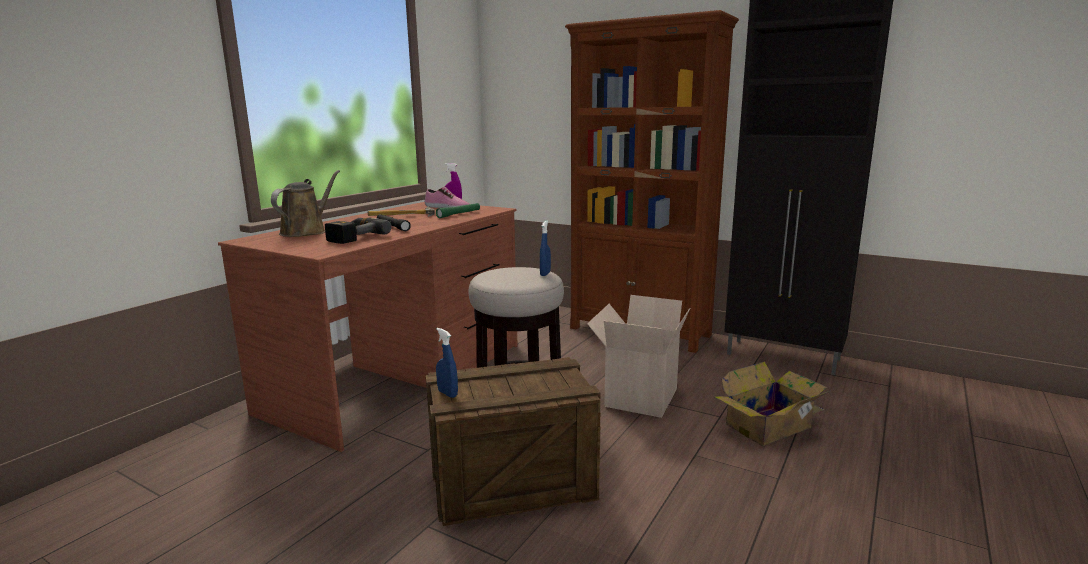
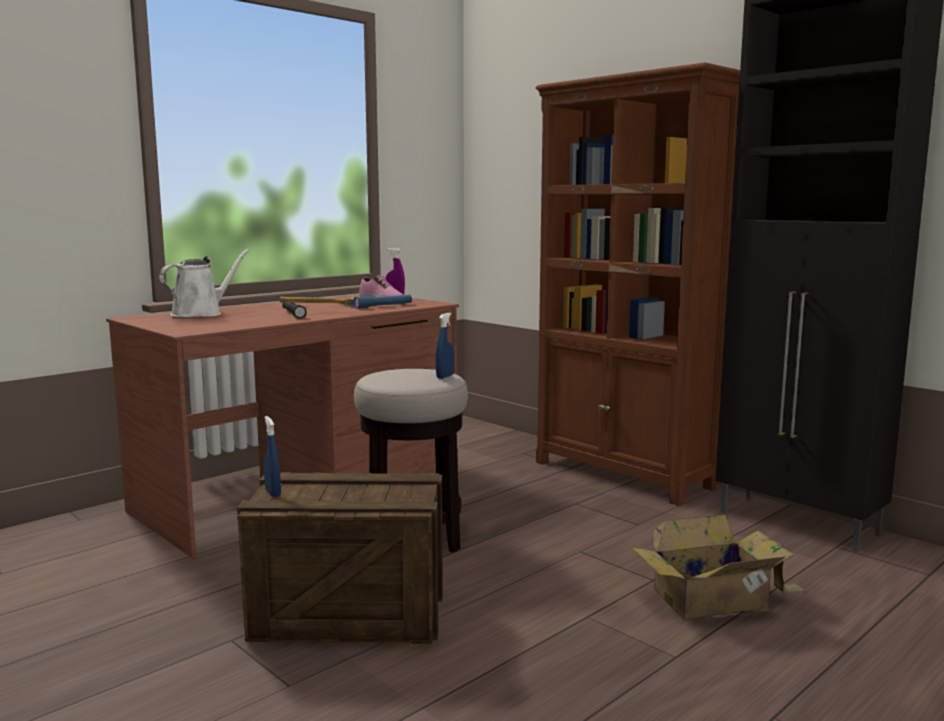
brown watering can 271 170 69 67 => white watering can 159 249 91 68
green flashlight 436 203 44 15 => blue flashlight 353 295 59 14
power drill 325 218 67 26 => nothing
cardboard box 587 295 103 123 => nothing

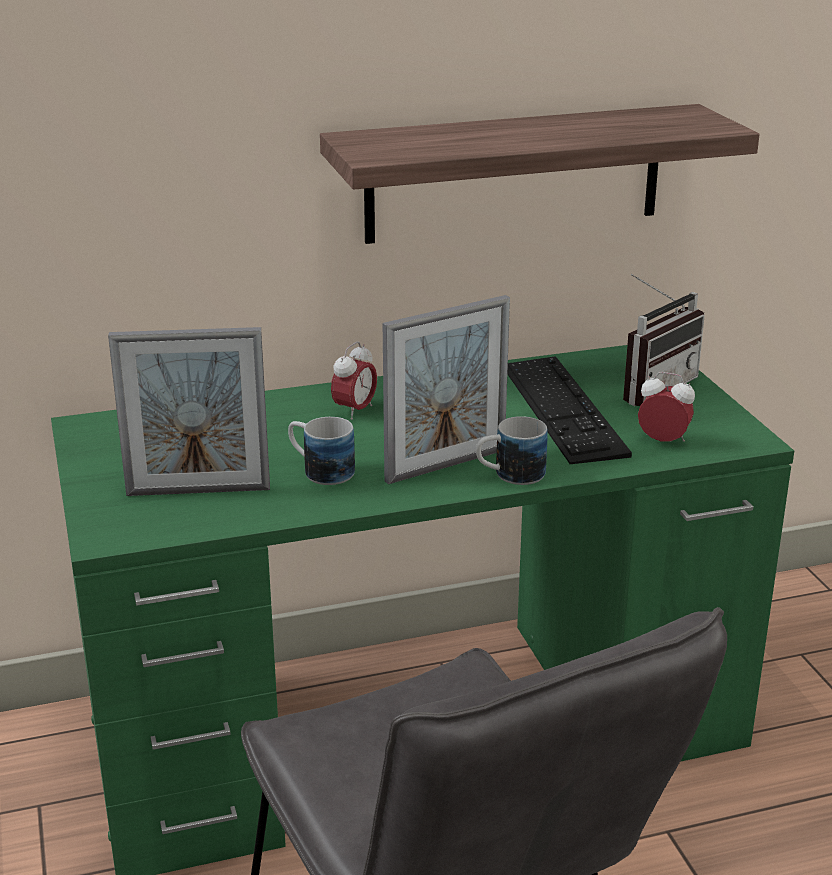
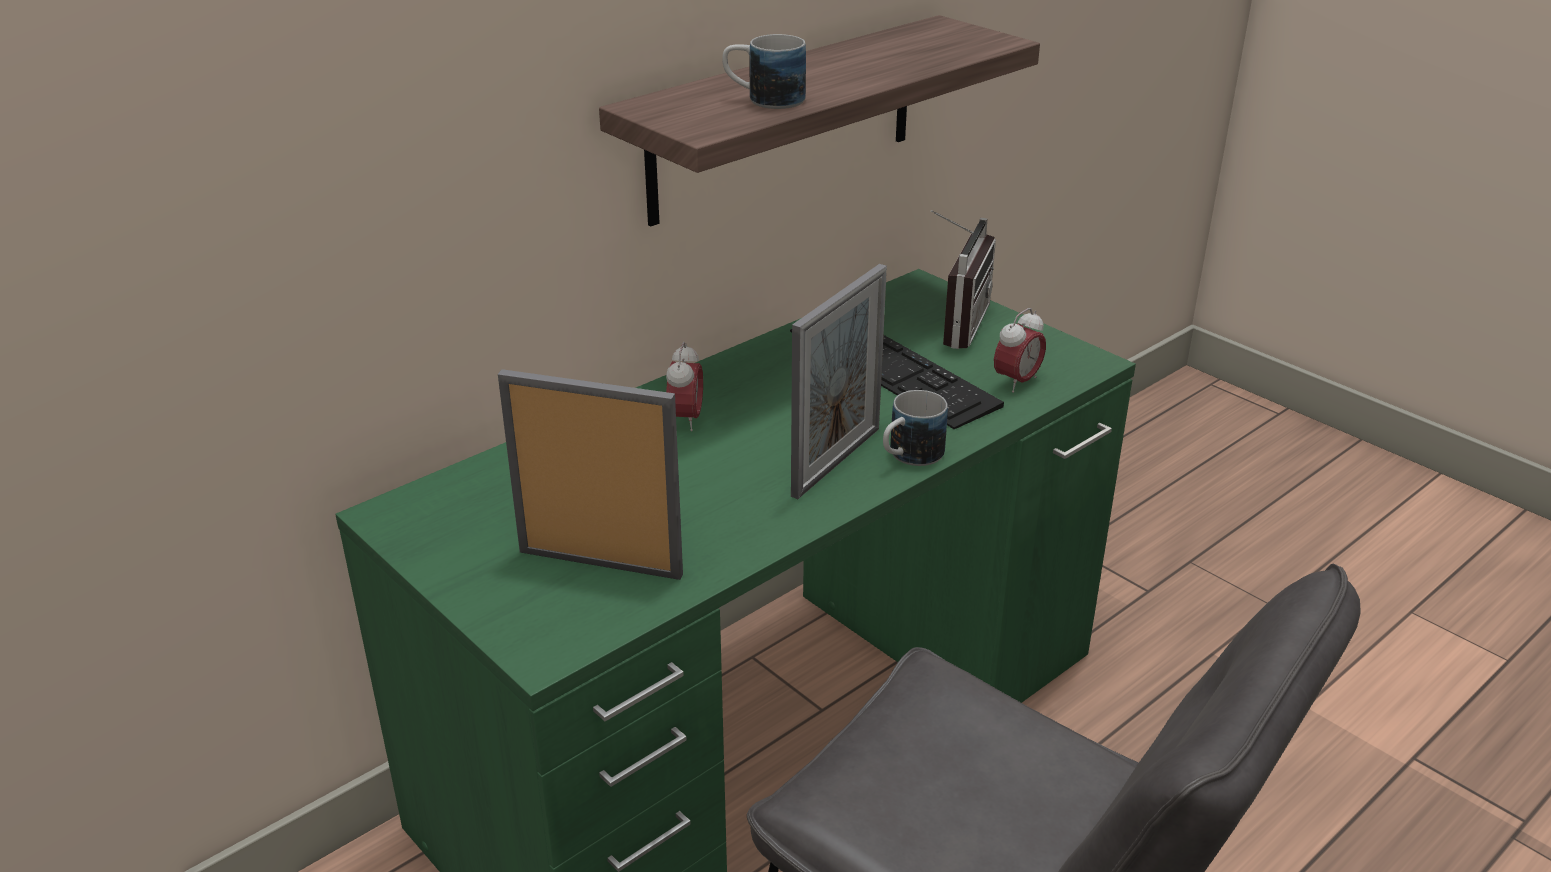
picture frame 108 327 162 169 => picture frame 498 369 185 211, 135 degrees counterclockwise
mug 288 417 67 68 => mug 722 34 84 75, shifted
alarm clock 638 372 57 70 => alarm clock 994 308 52 85, 135 degrees clockwise

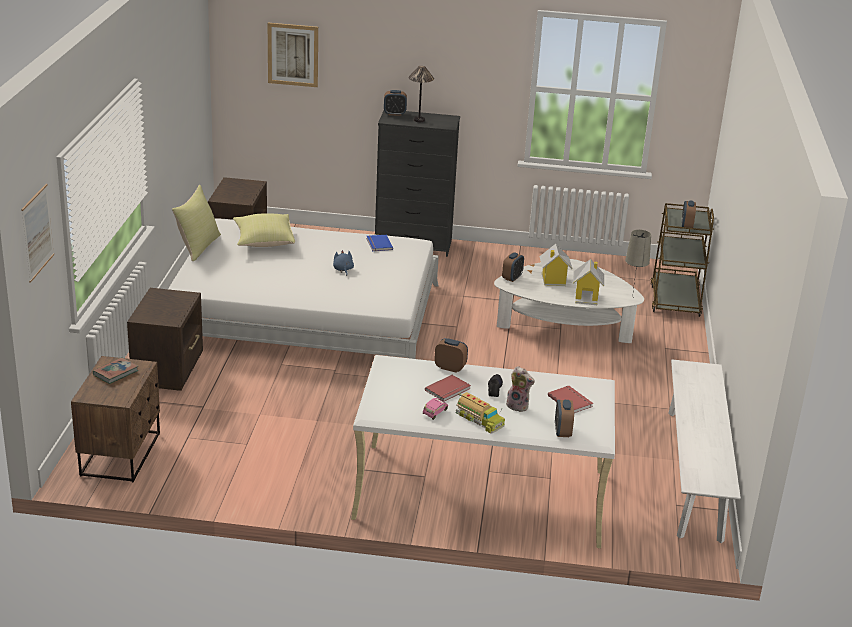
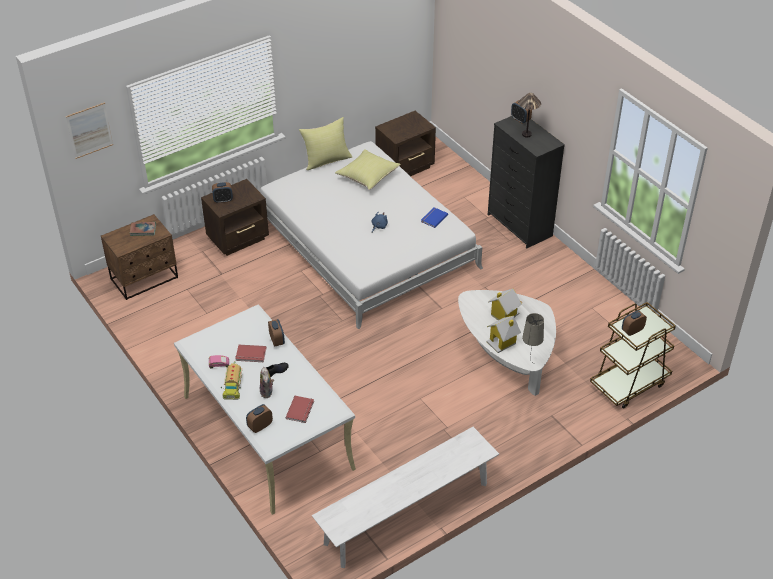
alarm clock 502 252 22 30 => alarm clock 212 182 21 21, shifted
picture 268 23 50 64 => nothing

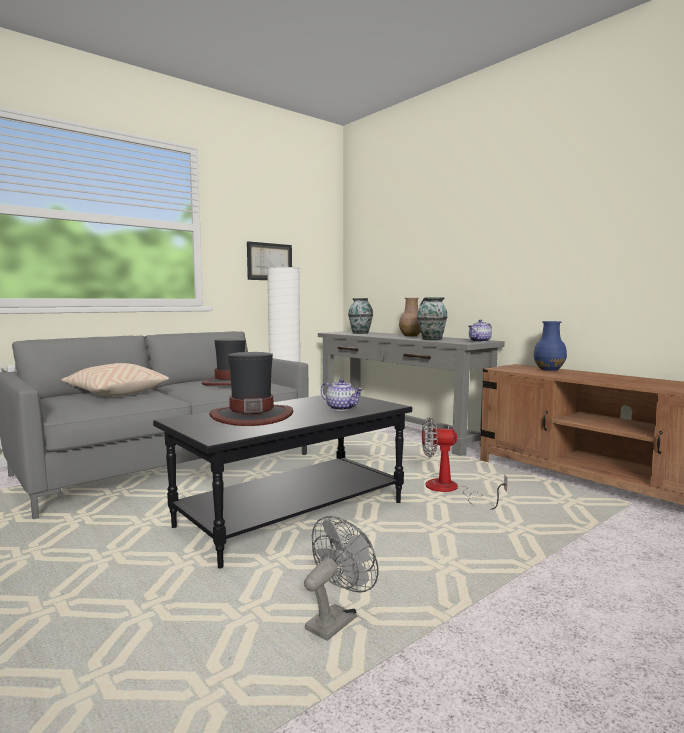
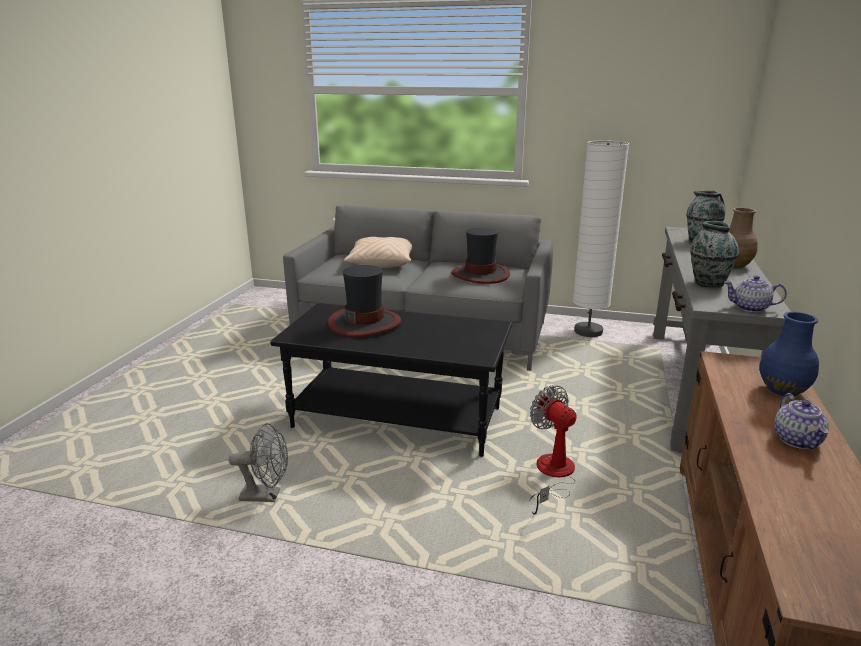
teapot 321 378 42 33 => teapot 774 393 55 56, shifted
picture 247 241 45 39 => nothing

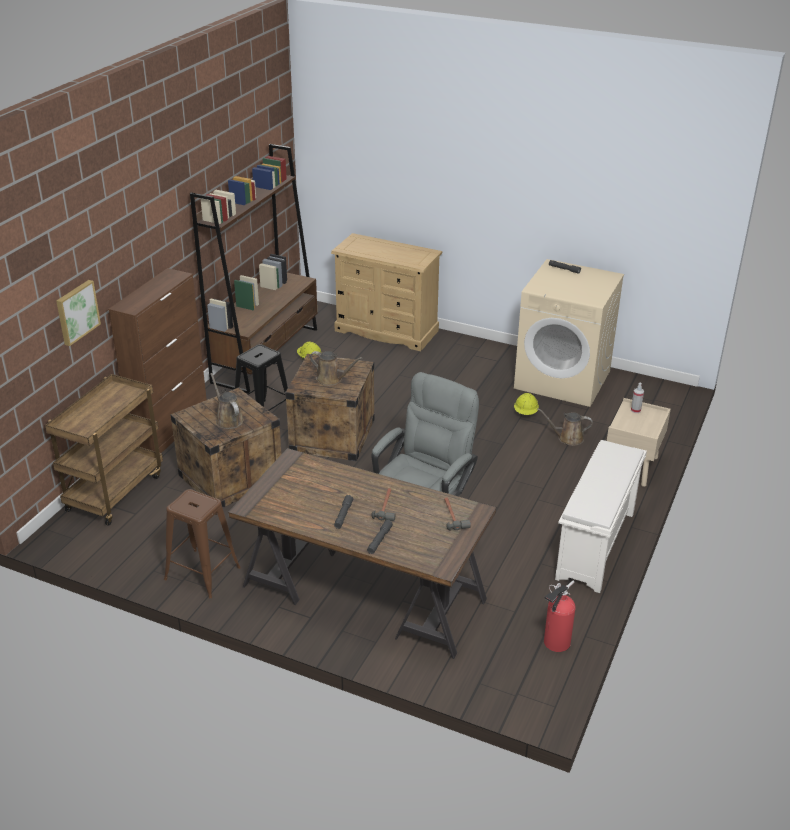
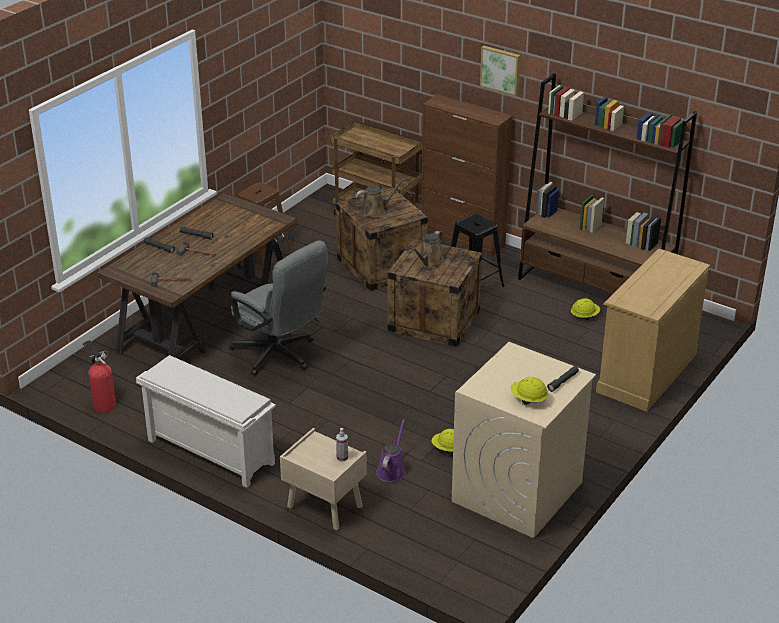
brown watering can 537 408 55 38 => purple watering can 376 420 29 62
picture 56 280 45 66 => picture 480 46 41 50, shifted
nothing => yellow hard hat 511 377 38 28

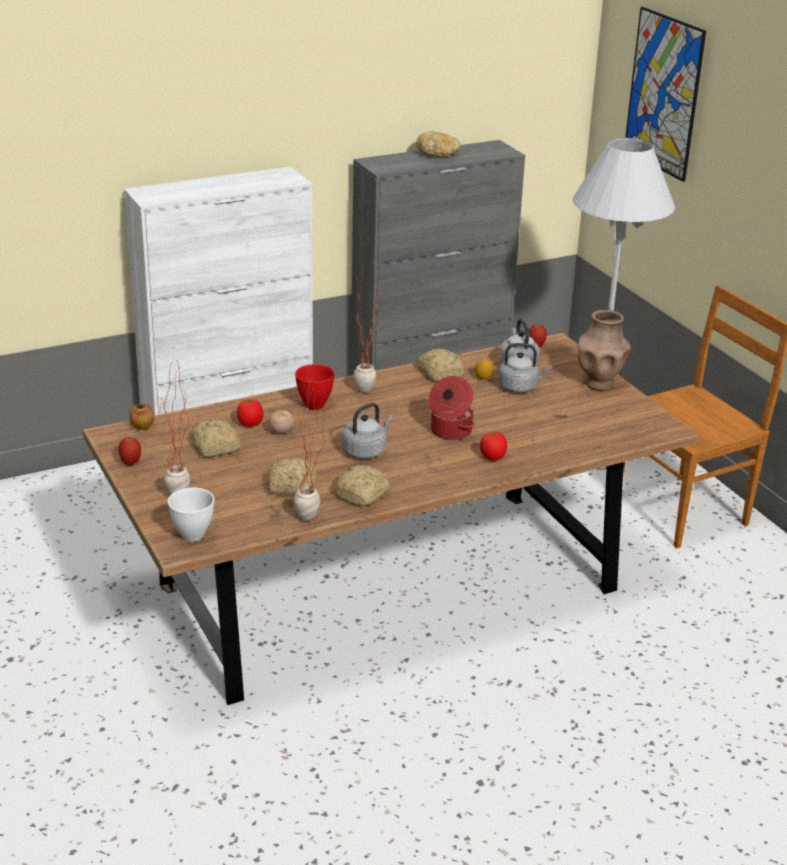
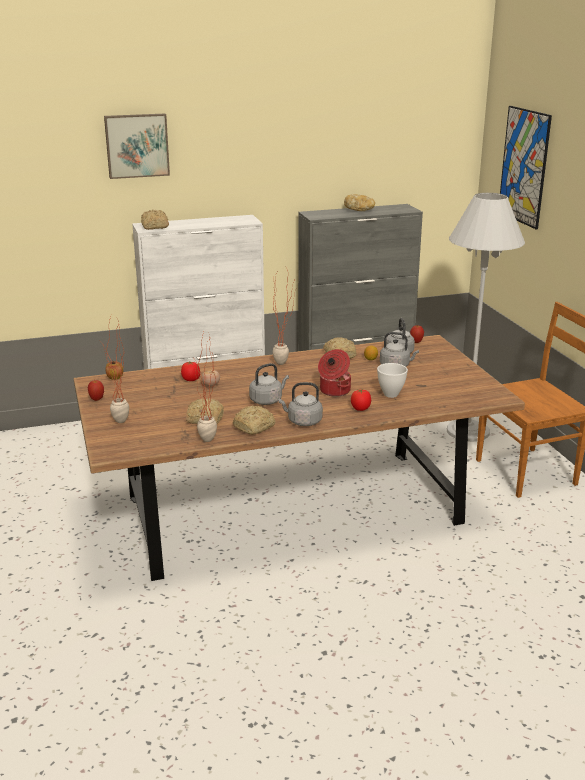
nothing => picture 104 113 66 66
bread 192 419 50 38 => bread 141 210 28 20, shifted
nothing => grey kettle 279 382 44 44
white bowl 168 488 46 54 => white bowl 377 363 31 35, shifted
red bowl 295 364 40 46 => nothing
brown vase 578 310 53 81 => nothing

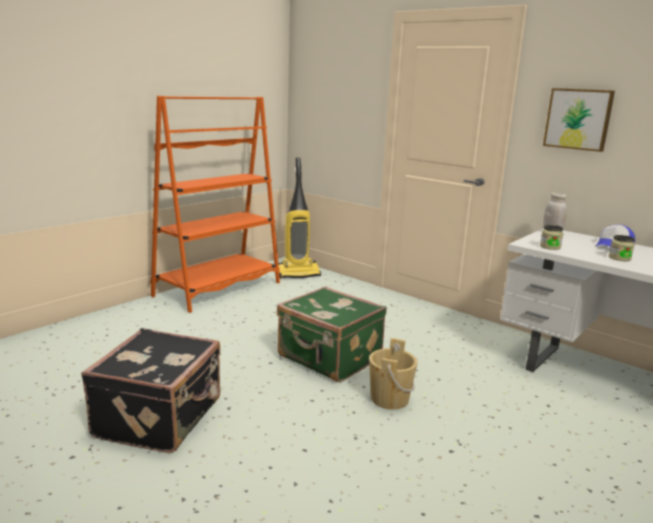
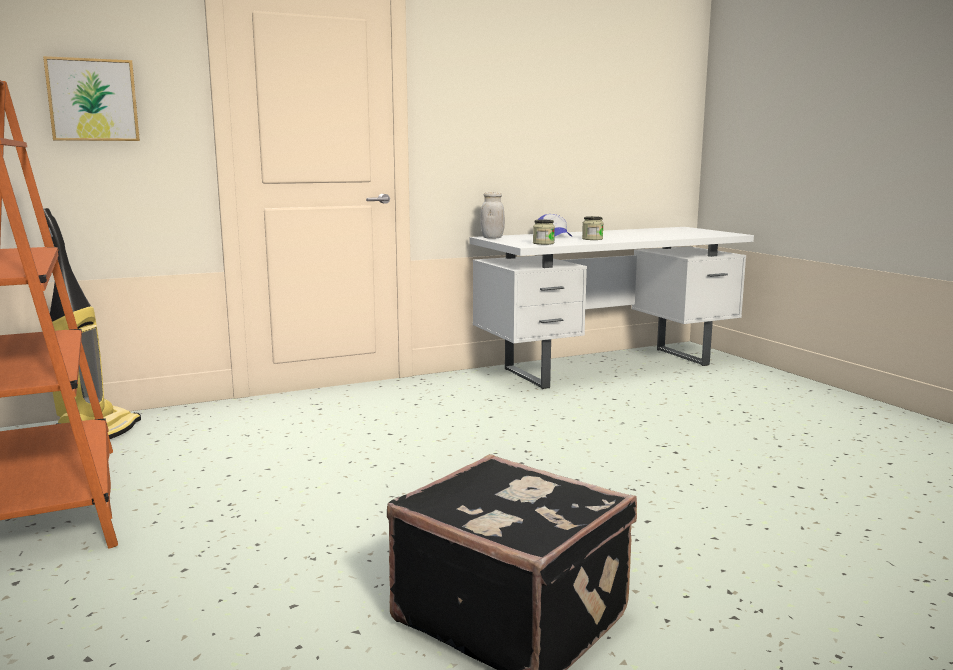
picture 543 88 72 64 => picture 43 56 97 85, shifted
green suitcase 277 287 110 95 => nothing
beige bucket 369 338 49 72 => nothing

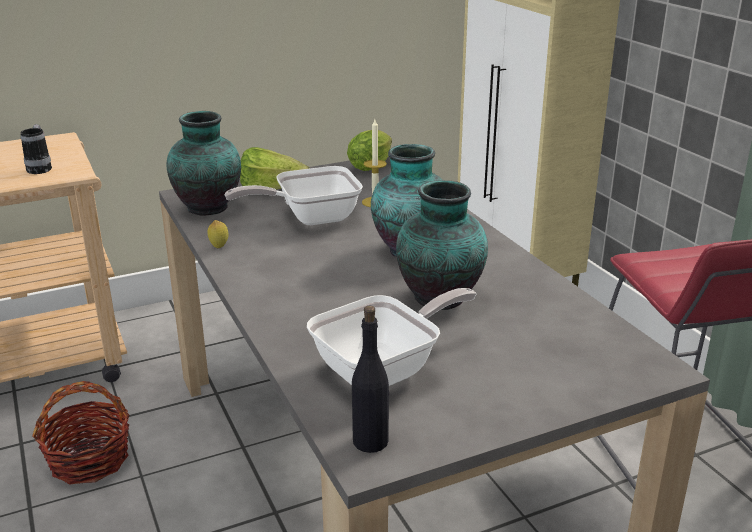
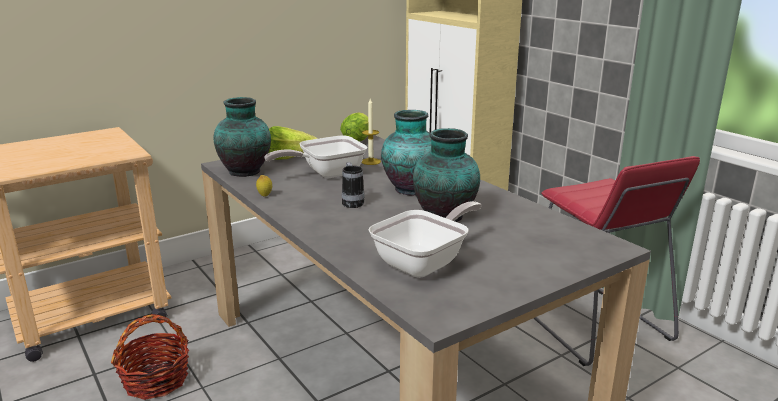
mug 20 124 32 50 => mug 342 162 23 46, shifted
black bottle 352 306 37 147 => nothing

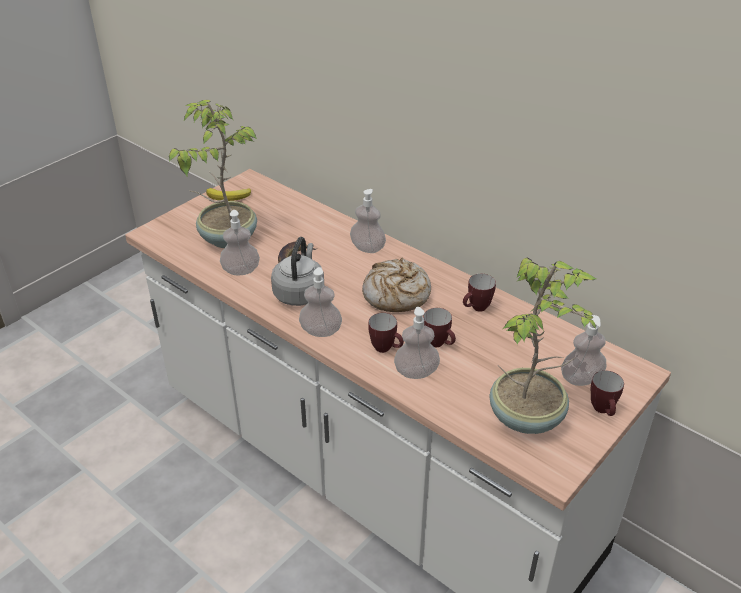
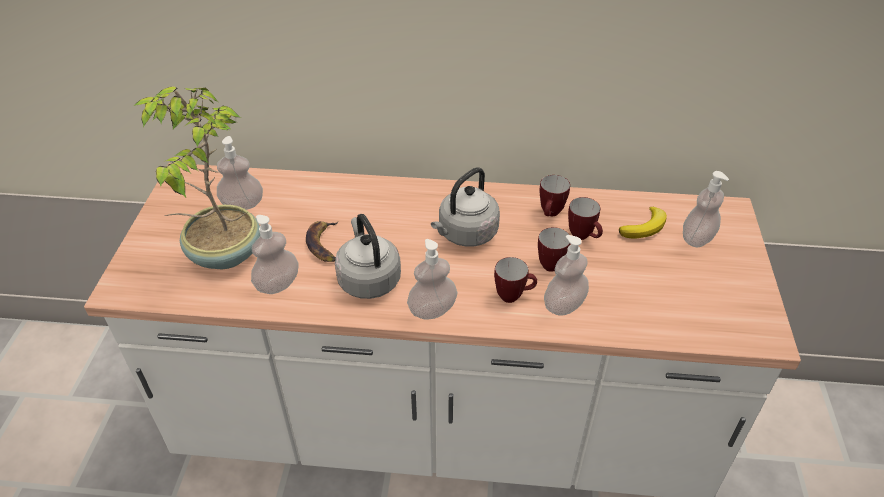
soap dispenser 350 189 36 64 => soap dispenser 217 136 46 74, shifted
bread 362 258 69 54 => grey kettle 431 167 69 80
mug 591 370 33 46 => mug 568 197 35 43, shifted
banana 206 188 45 13 => banana 619 207 48 32, shifted
potted plant 489 257 108 177 => nothing

